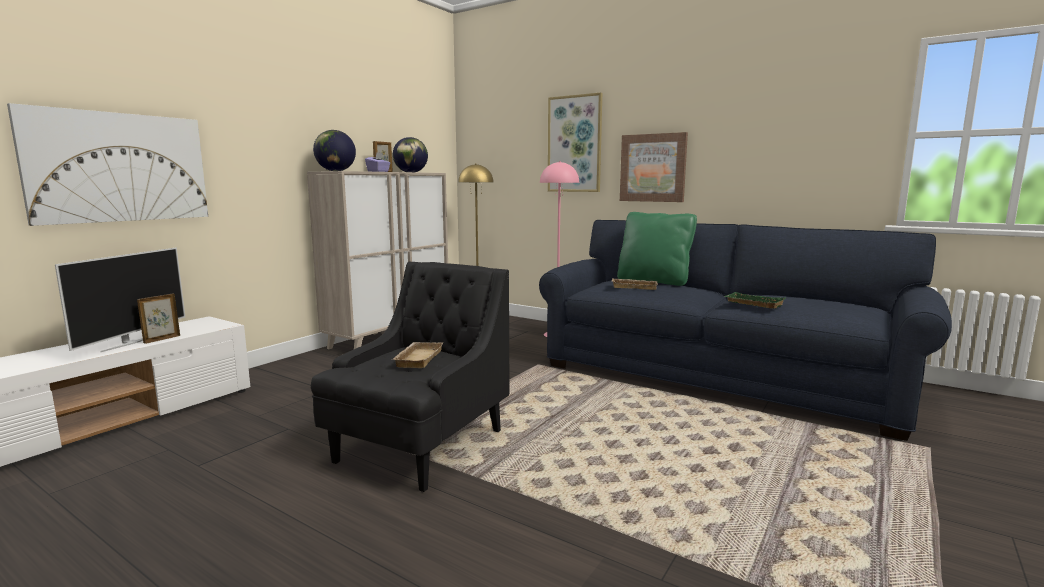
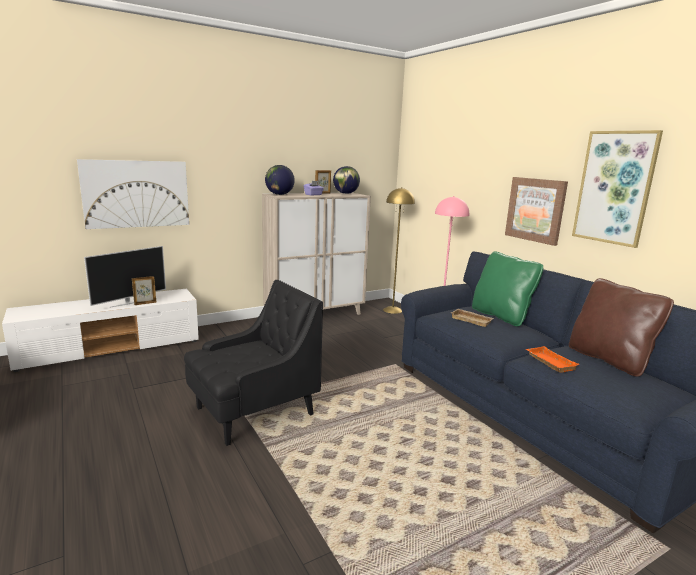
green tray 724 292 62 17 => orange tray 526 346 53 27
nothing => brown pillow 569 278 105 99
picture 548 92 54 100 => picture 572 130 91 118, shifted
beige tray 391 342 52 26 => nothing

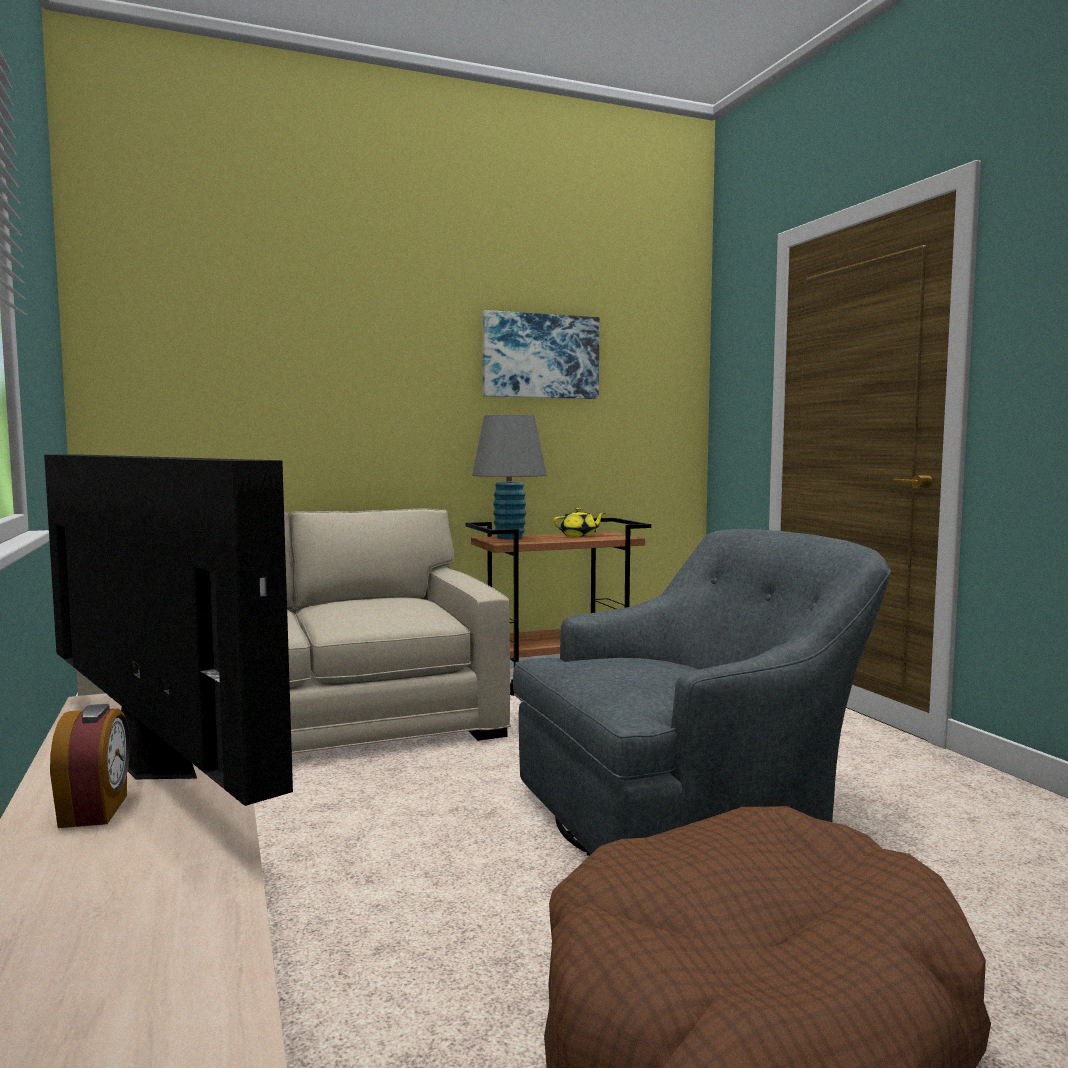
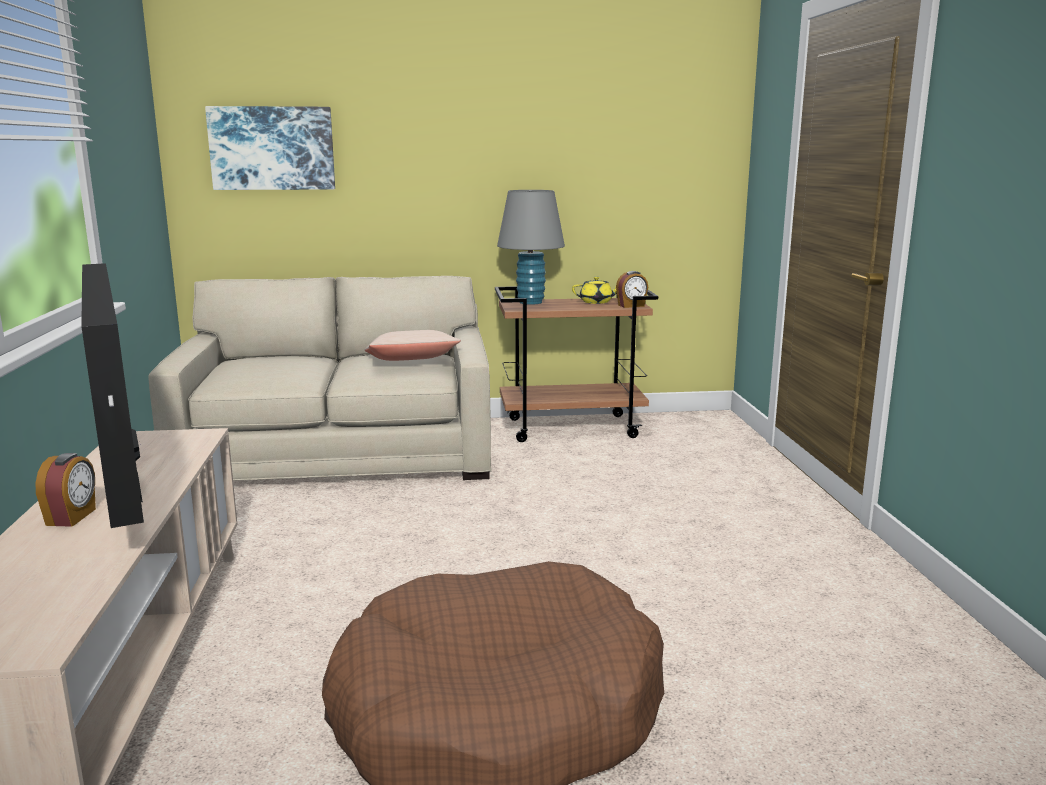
picture 482 310 117 89 => picture 205 106 130 84, shifted
nothing => beige pillow 365 330 96 31
nothing => alarm clock 616 271 32 37
grey armchair 513 529 378 327 => nothing

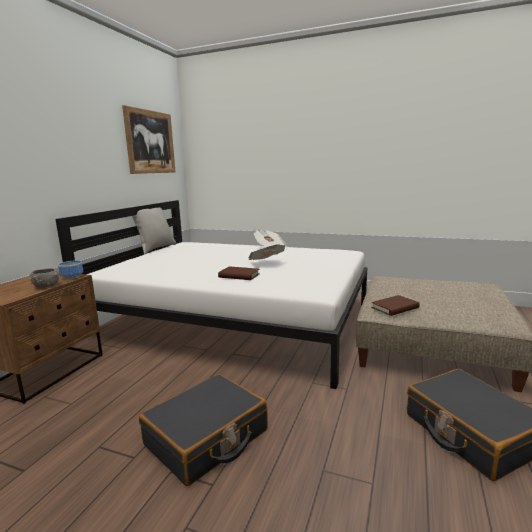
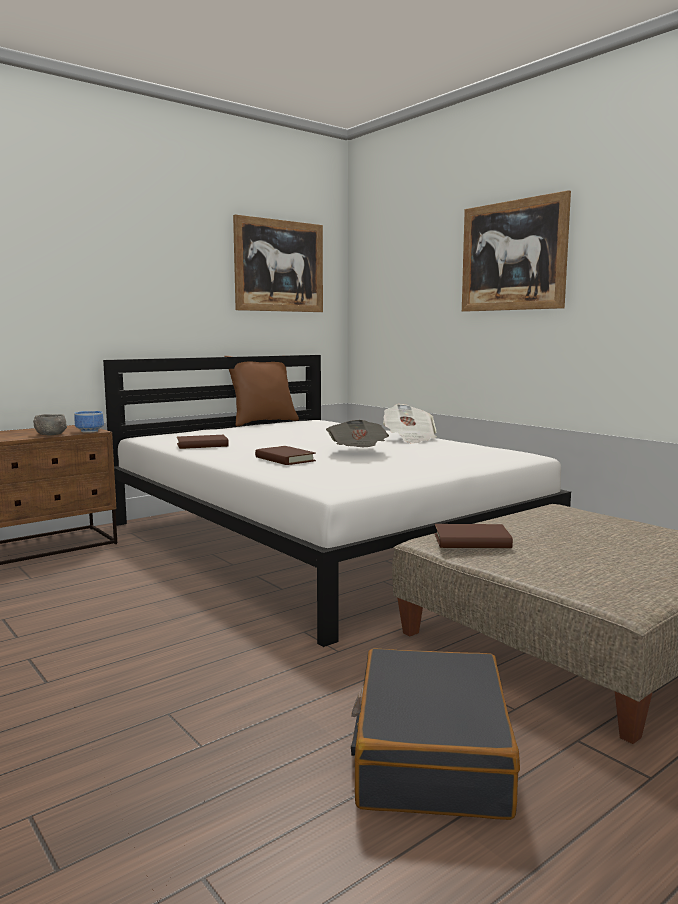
nothing => brown book 177 435 52 14
grey pillow 128 206 48 48 => brown pillow 224 355 75 71
nothing => picture 462 190 109 122
black suitcase 139 374 129 112 => nothing

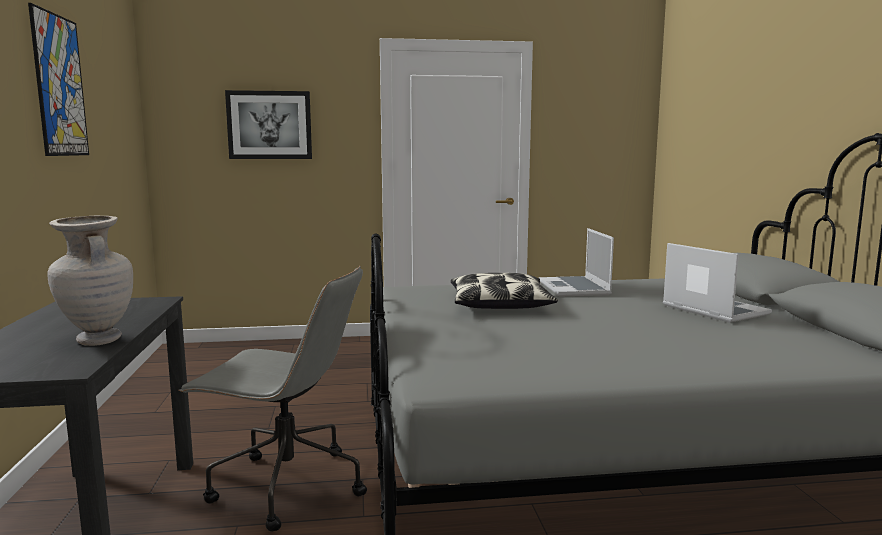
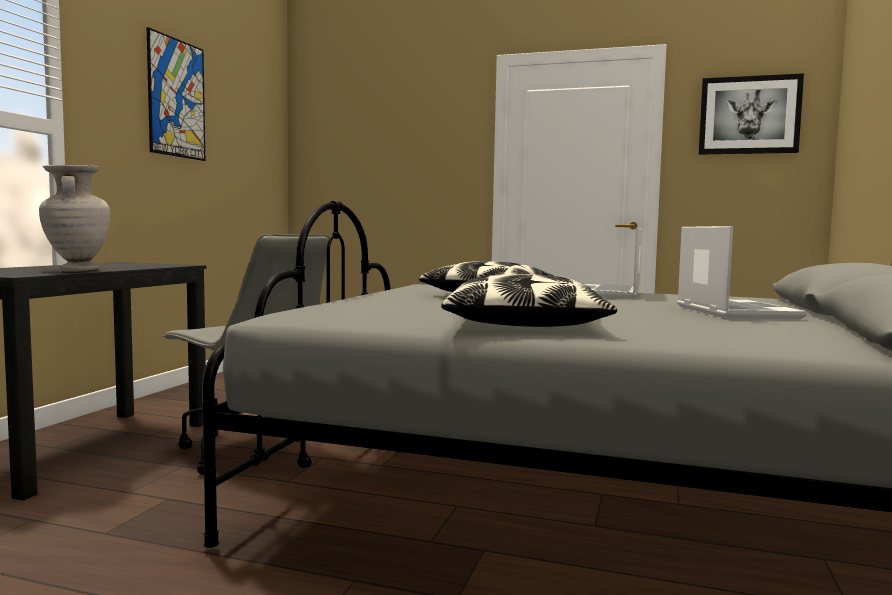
nothing => pillow 441 274 176 53
picture 225 90 87 69 => picture 698 73 106 82, shifted

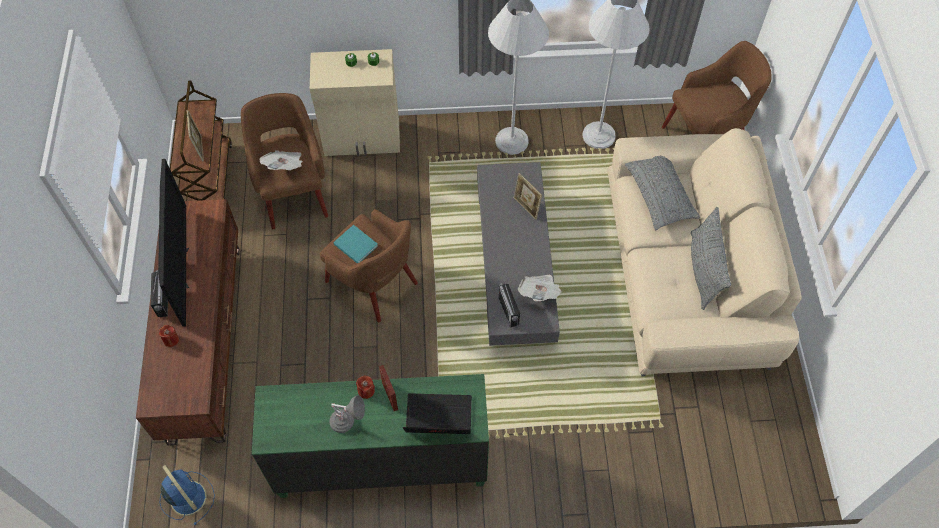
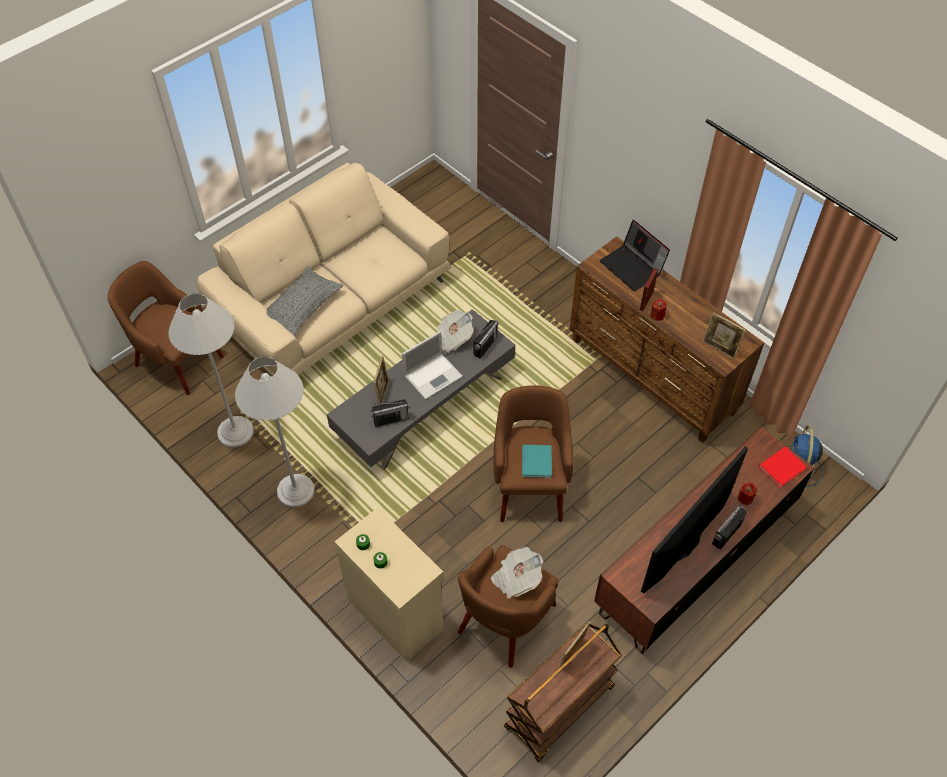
nothing => radio 370 399 40 28
nothing => laptop 402 331 61 69
green dresser 252 374 237 124 => brown dresser 570 236 194 207
nothing => picture frame 703 312 43 47
nothing => red book 759 447 48 41
grey table lamp 329 395 36 38 => nothing
grey pillow 691 207 40 103 => nothing

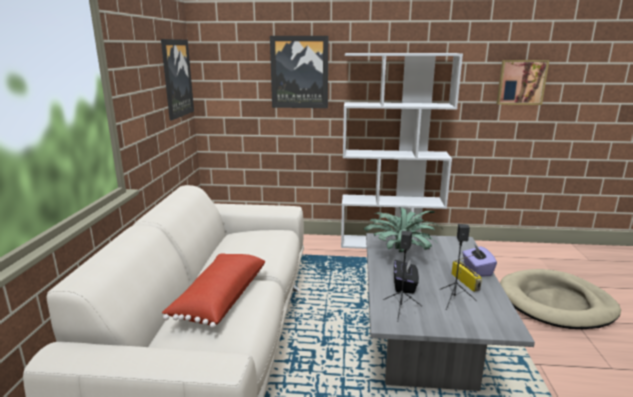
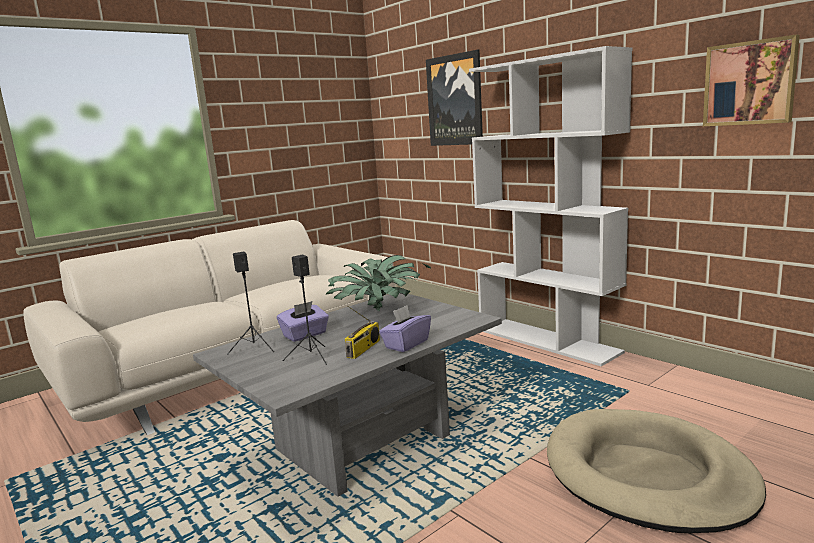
black tissue box 394 258 25 35 => purple tissue box 277 301 52 41
picture 161 39 33 81 => nothing
red pillow 162 253 103 75 => nothing

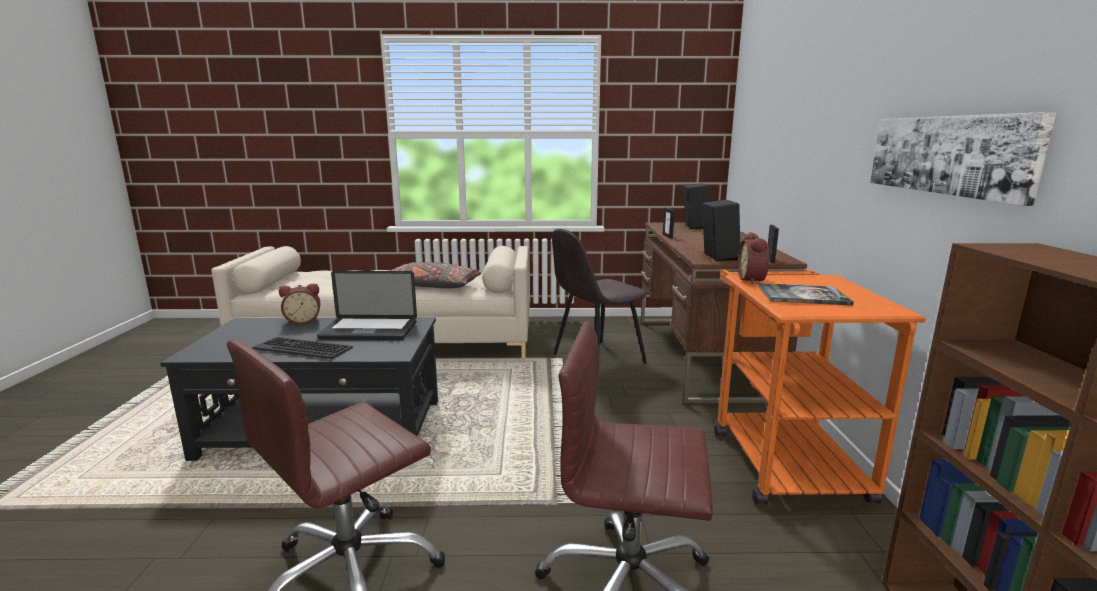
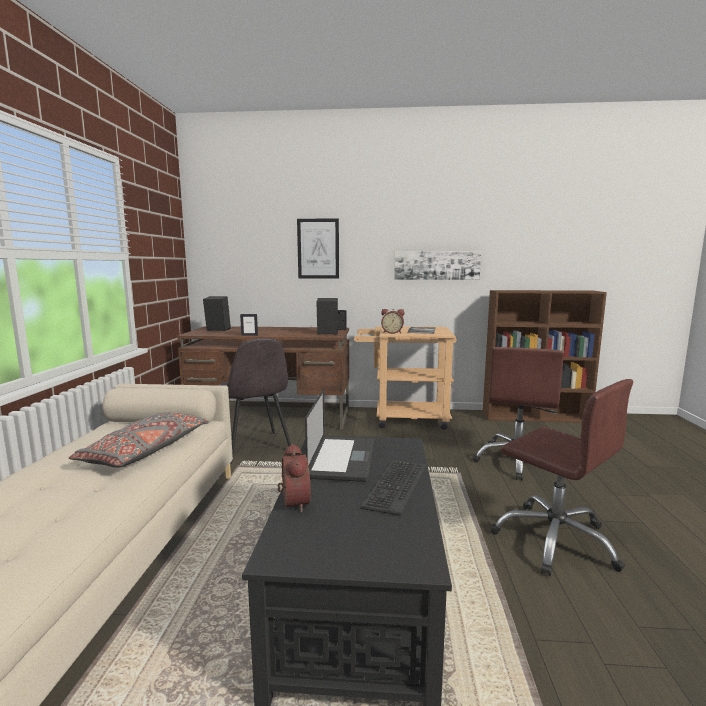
nothing => picture 297 218 42 61
orange cart 714 269 211 235 => beige cart 354 326 103 104

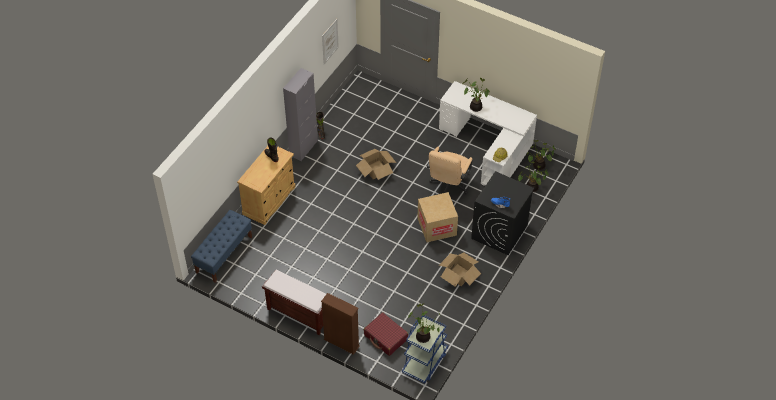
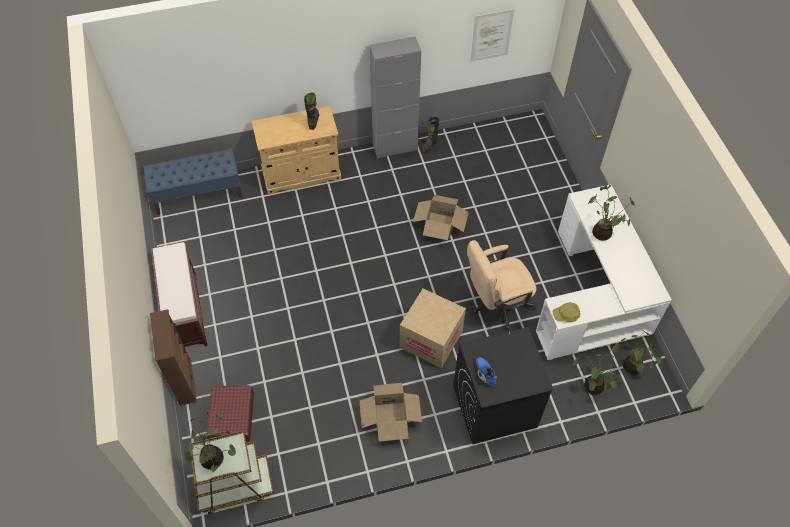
blue cart 402 315 46 69 => brown cart 189 430 85 84

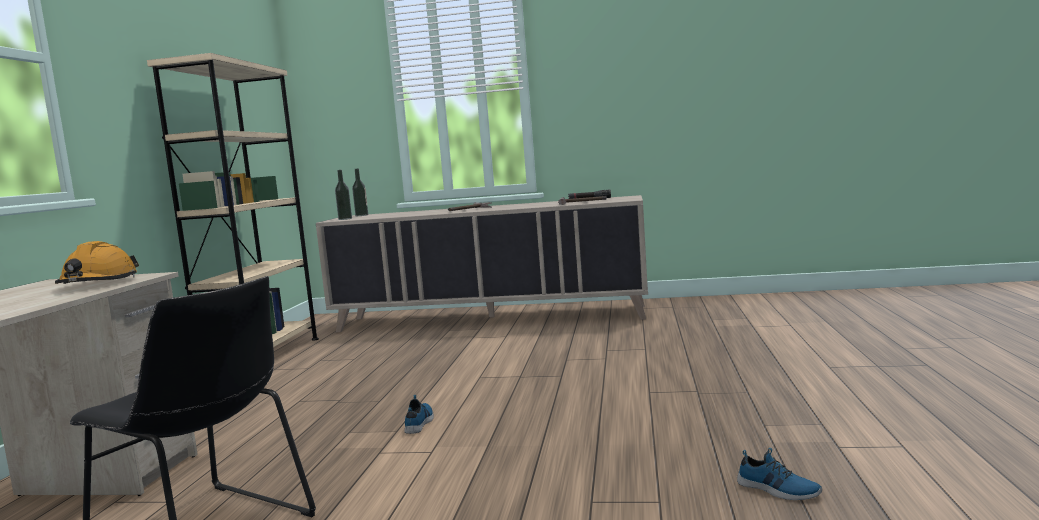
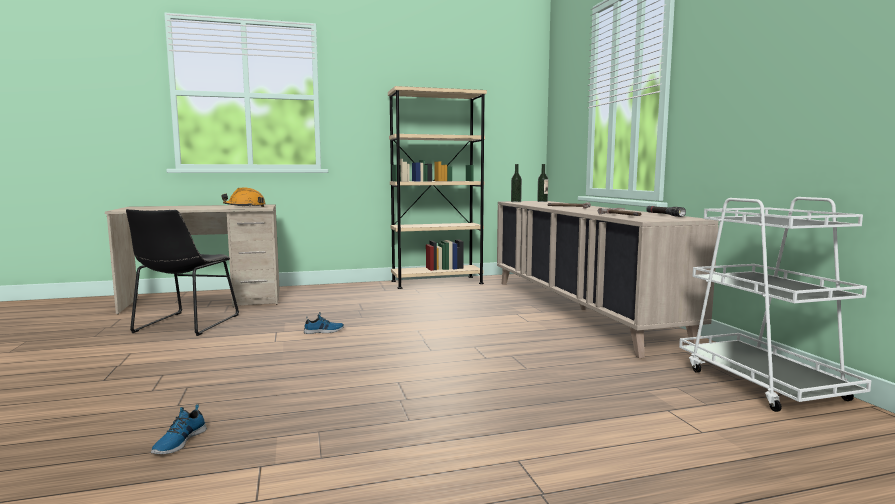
nothing => white cart 679 197 193 215

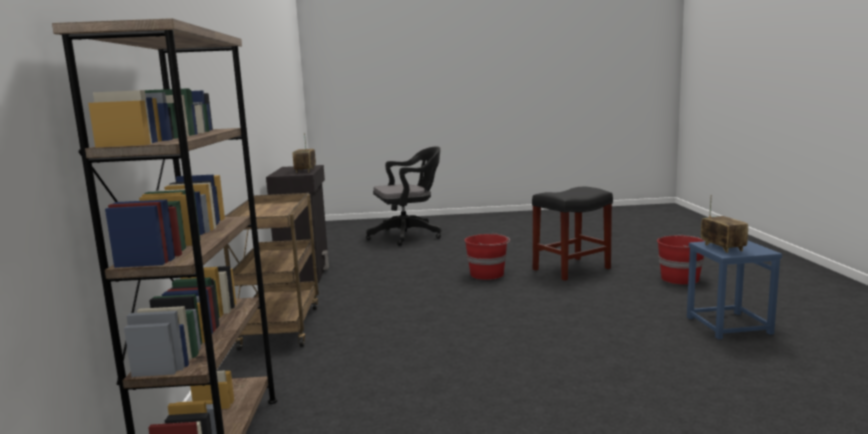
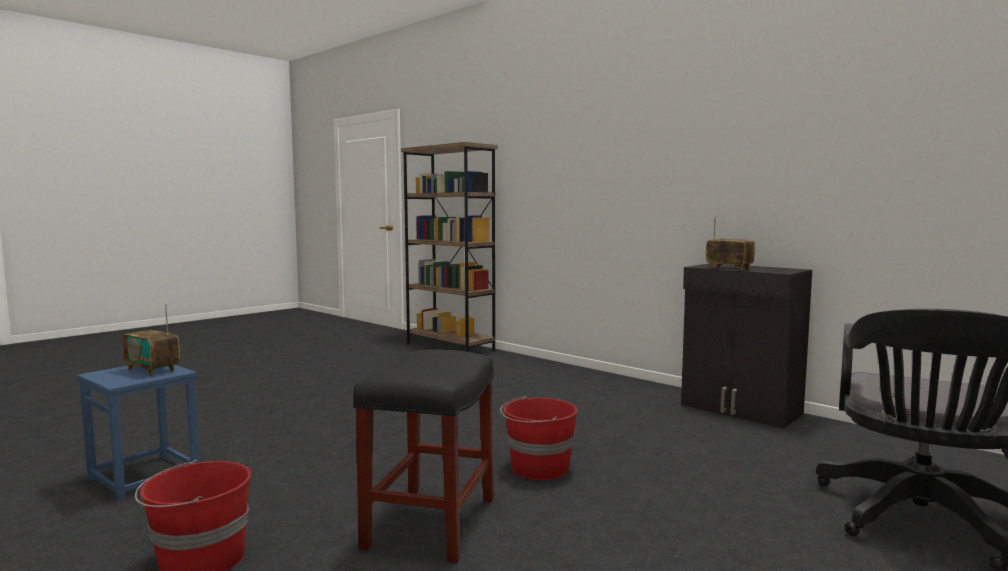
brown cart 224 193 95 158 => nothing

